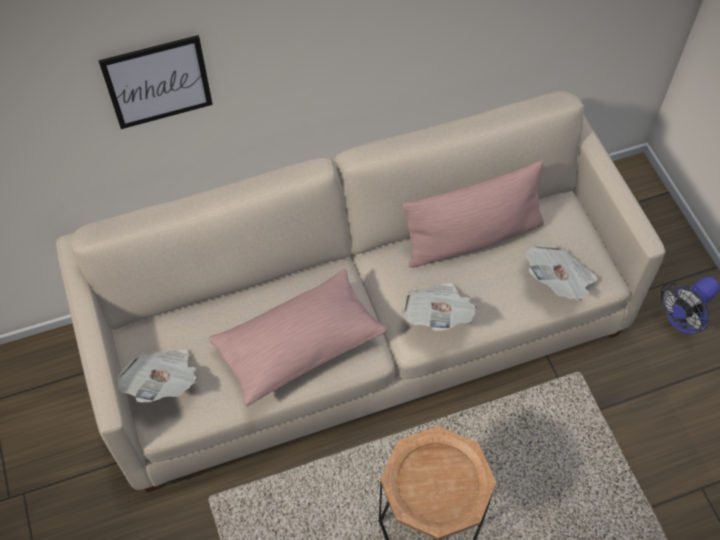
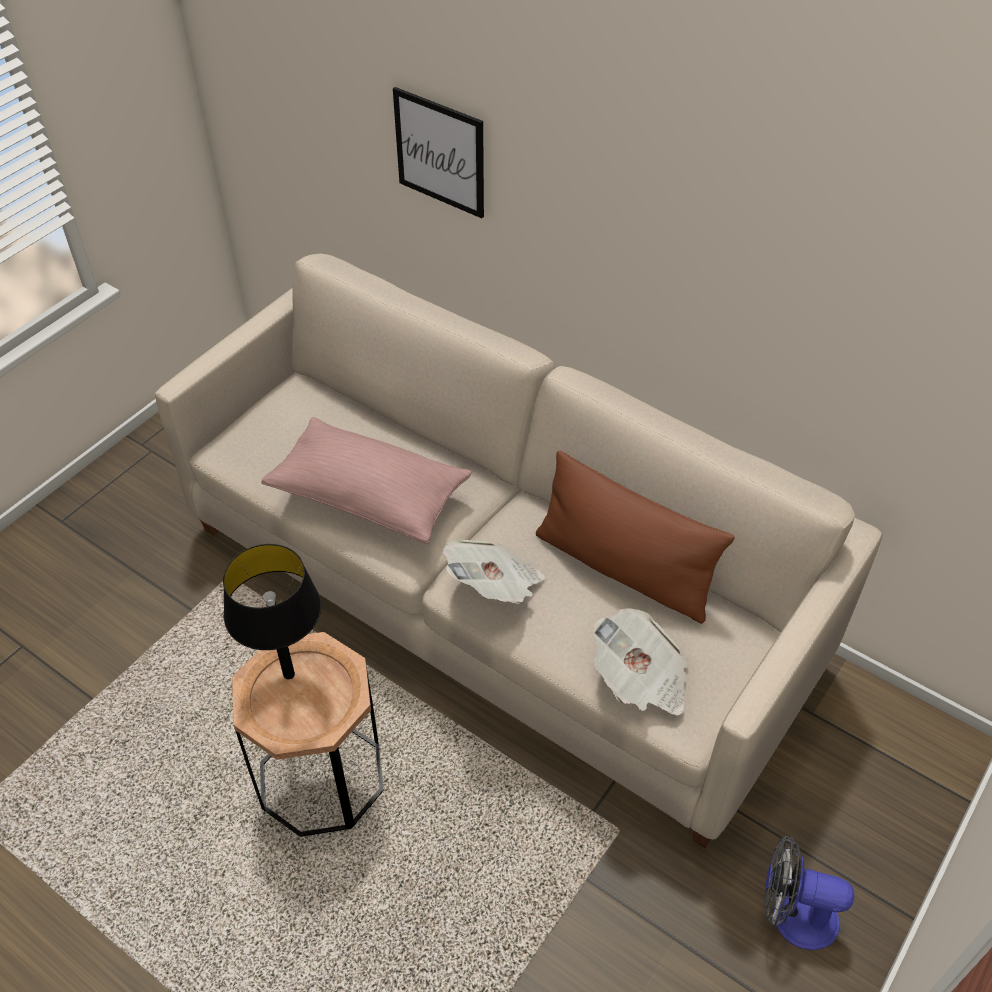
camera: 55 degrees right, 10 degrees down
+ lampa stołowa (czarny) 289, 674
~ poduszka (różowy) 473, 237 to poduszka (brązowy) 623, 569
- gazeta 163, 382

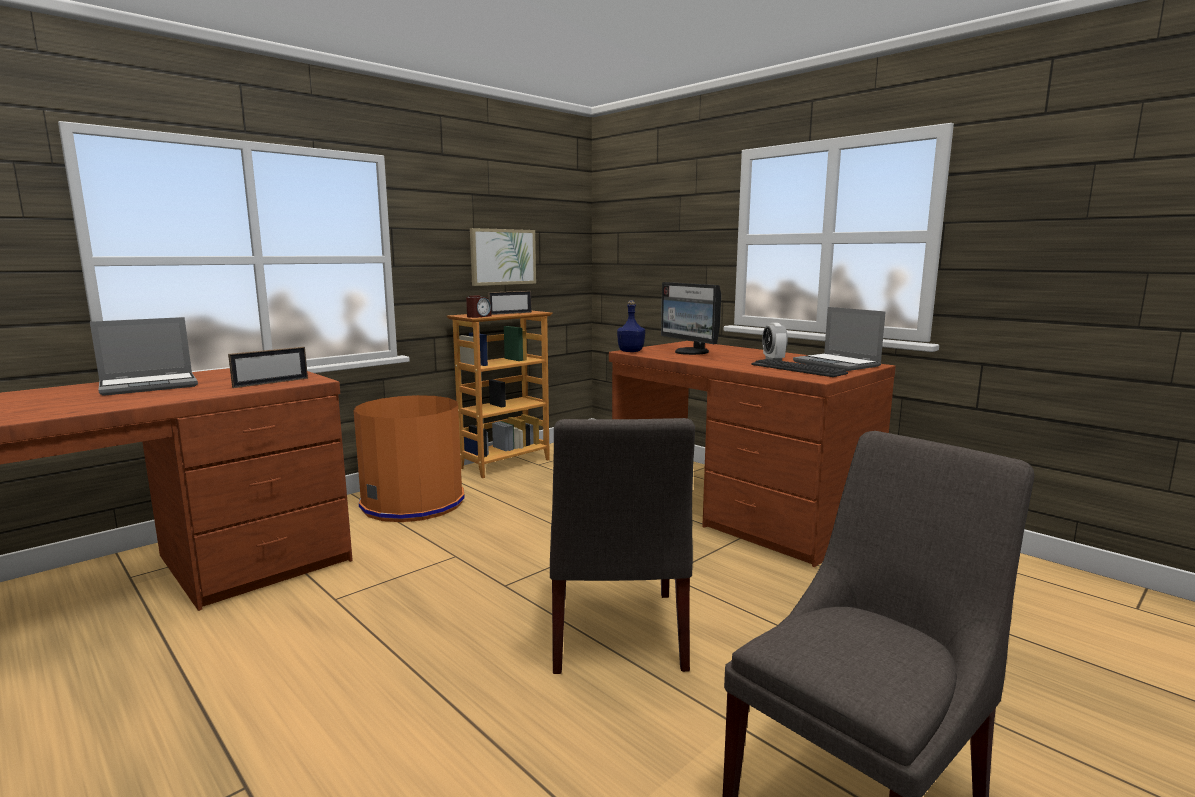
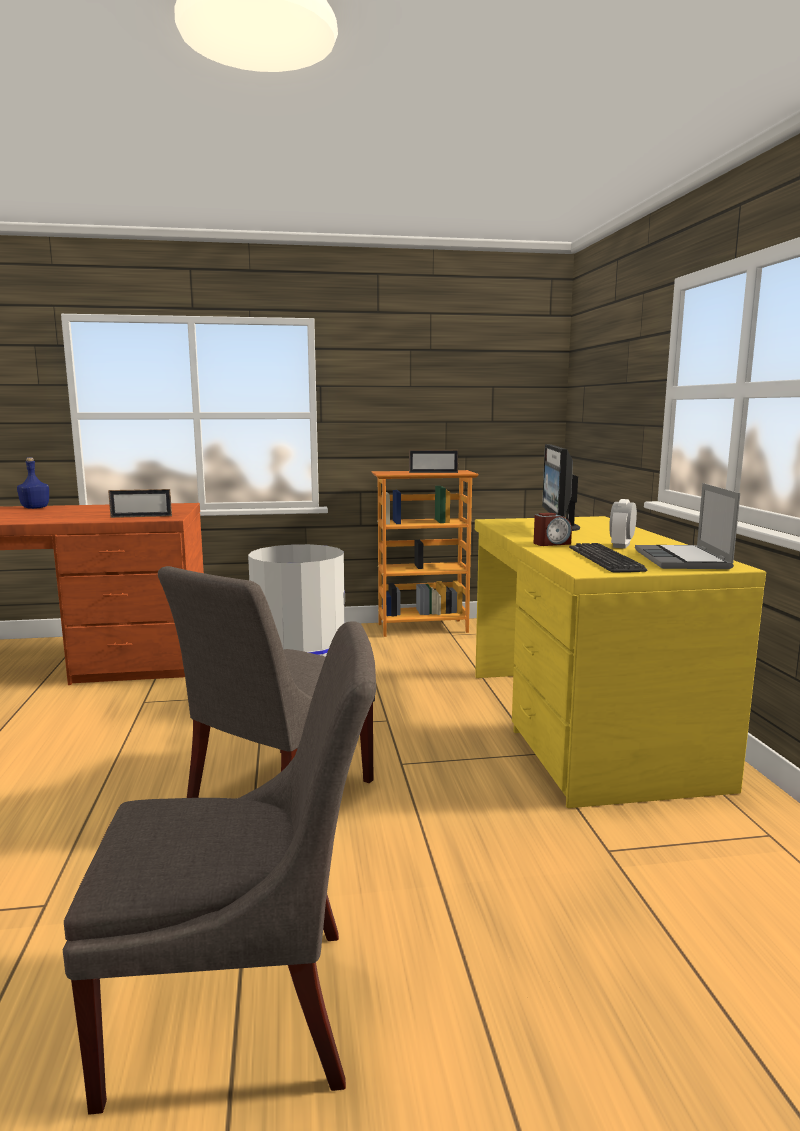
camera: 35 degrees right, 0 degrees up
~ butelka (niebieski) 631, 351 to 35, 508
~ kosz na śmieci (pomarańczowy) 413, 502 to kosz na śmieci (szary) 299, 644
~ biurko (brązowy) 736, 509 to biurko (żółty) 582, 725
~ budzik 478, 316 to 551, 543
- laptop 150, 385
- obraz 503, 257

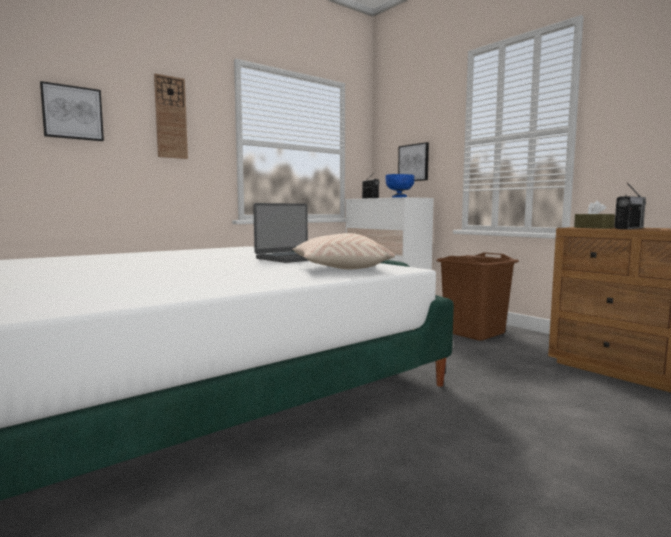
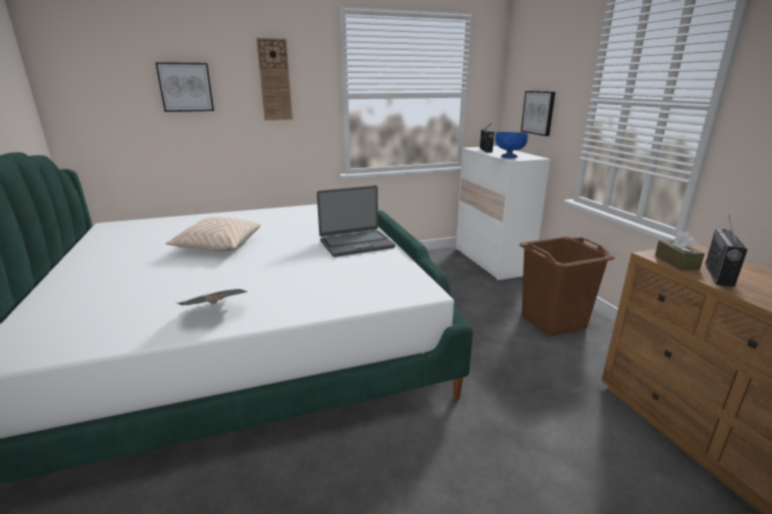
camera: 20 degrees right, 15 degrees up
~ poduszka (beżowy) 339, 269 to 218, 246
+ gazeta 215, 313
~ radio 629, 228 = 718, 275 135 degrees clockwise

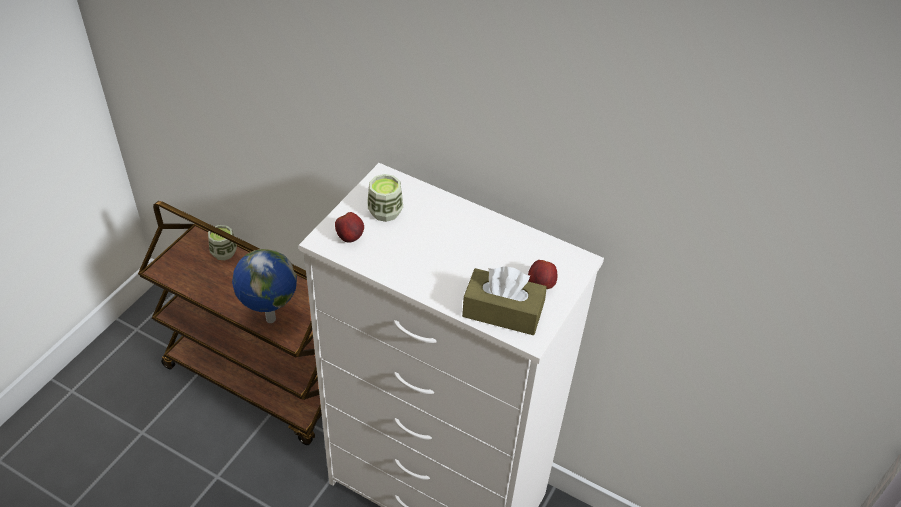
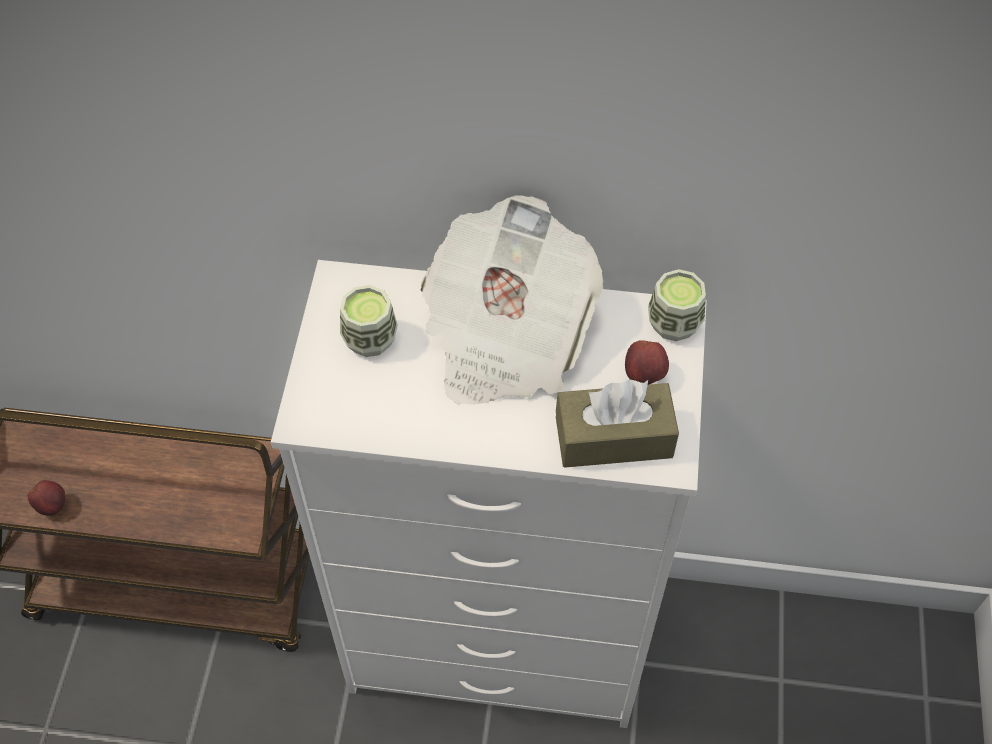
camera: 20 degrees left, 10 degrees up
~ jabłko 350, 237 to 53, 505
+ gazeta 505, 335
~ filiżanka 224, 252 to 674, 323
- globus 269, 319

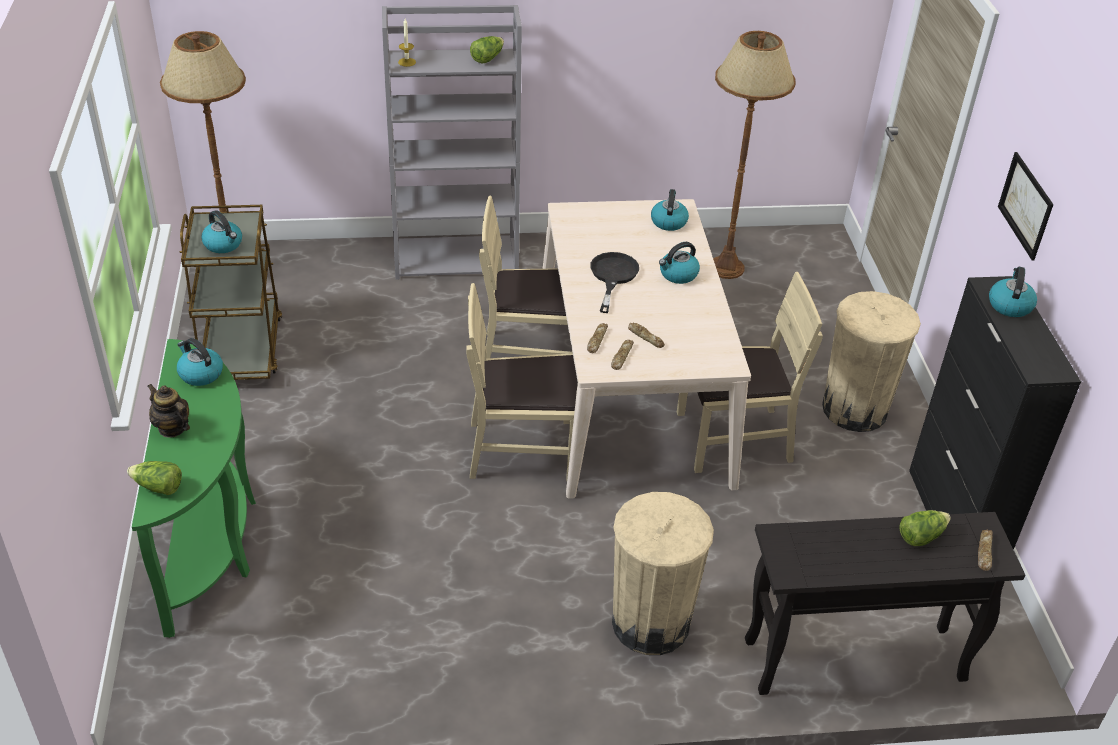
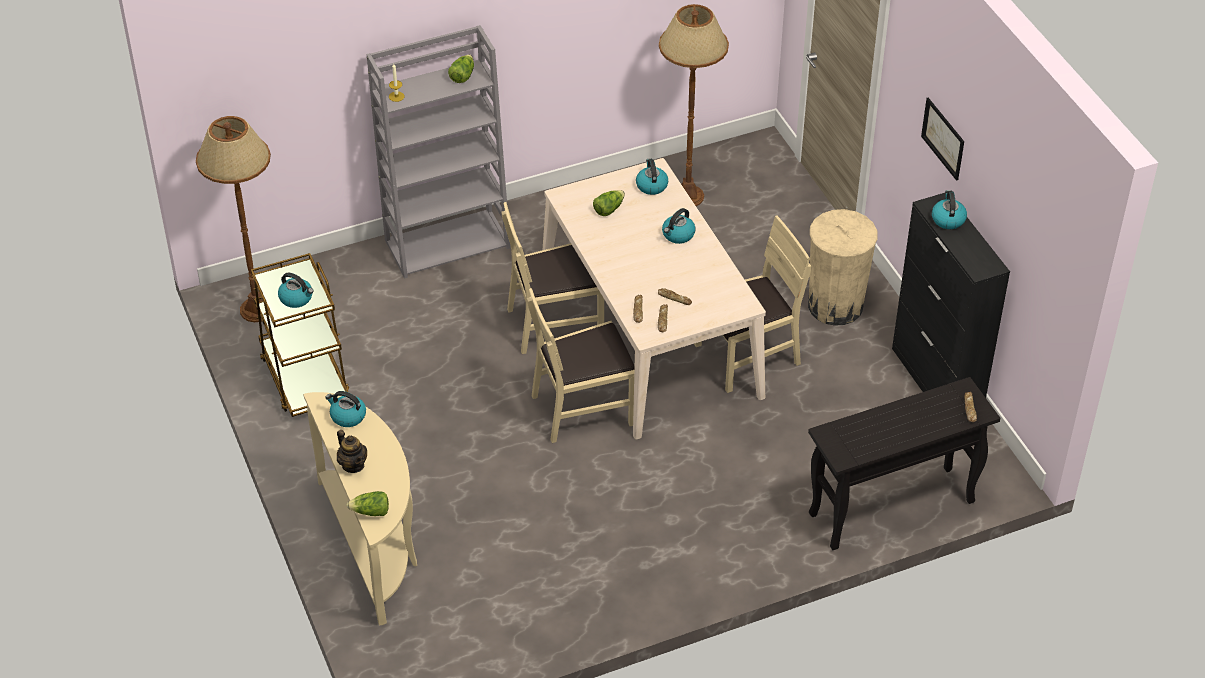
camera: 15 degrees left, 5 degrees up
~ stolik konsolowy (zielony) 212, 540 to stolik konsolowy (beżowy) 373, 544
~ imbryk 172, 428 = 353, 465 150 degrees counterclockwise
~ sałata 921, 536 to 608, 209
- patelnia (czarny) 612, 276
- kosz na śmieci (beżowy) 650, 623

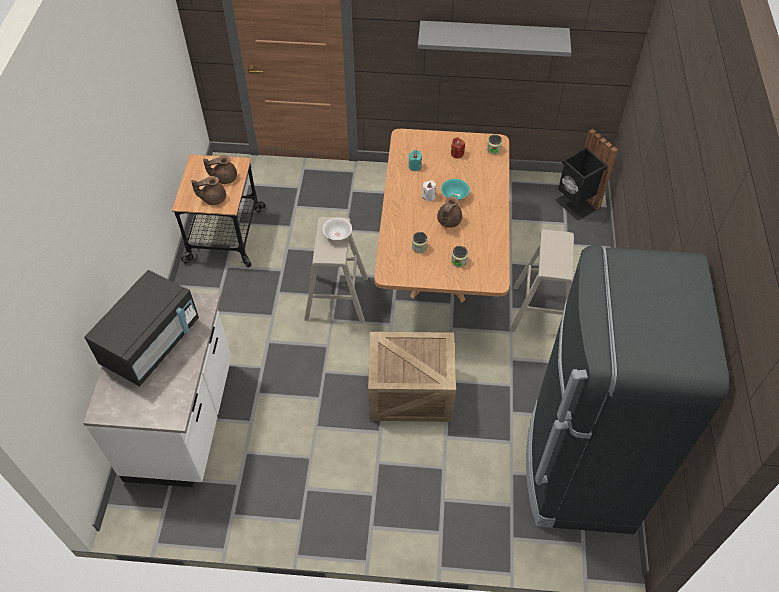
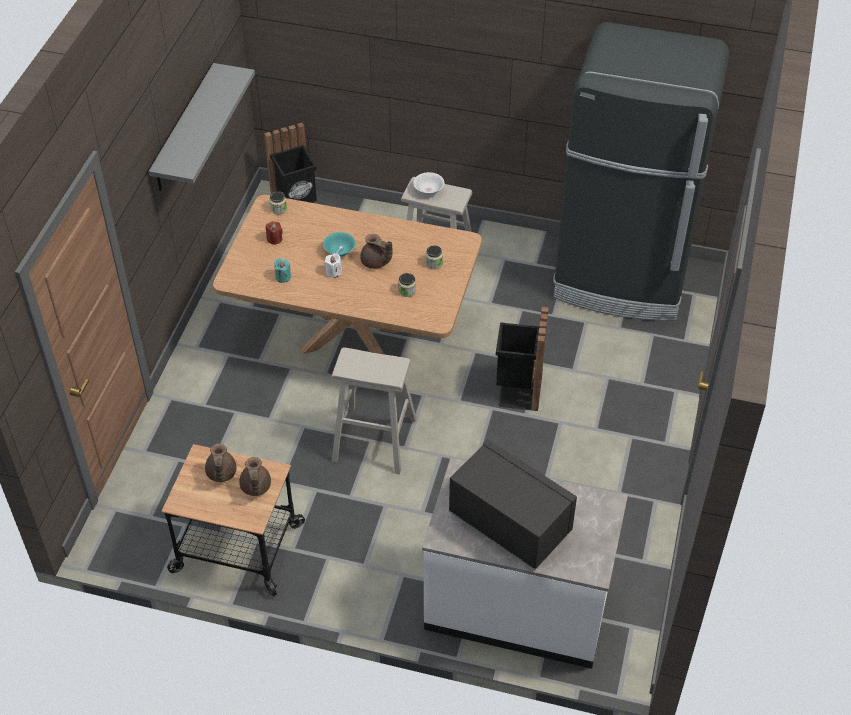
camera: 80 degrees left, 5 degrees down
~ miska (biały) 337, 235 to 428, 191
~ skrzynka 409, 393 to kosz na śmieci (czarny) 517, 391

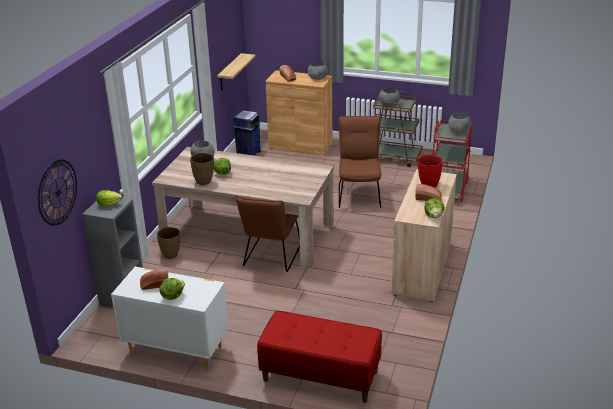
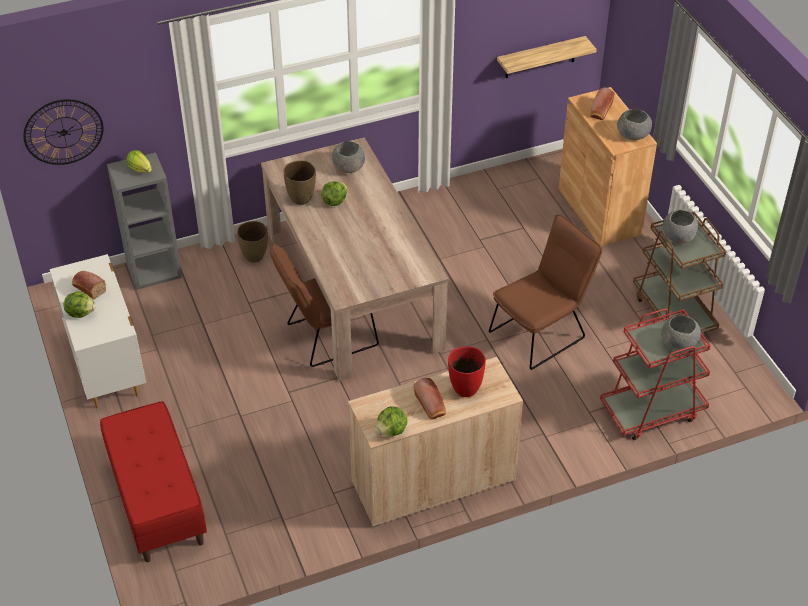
camera: 50 degrees right, 15 degrees up
- kosz na śmieci (niebieski) 248, 154

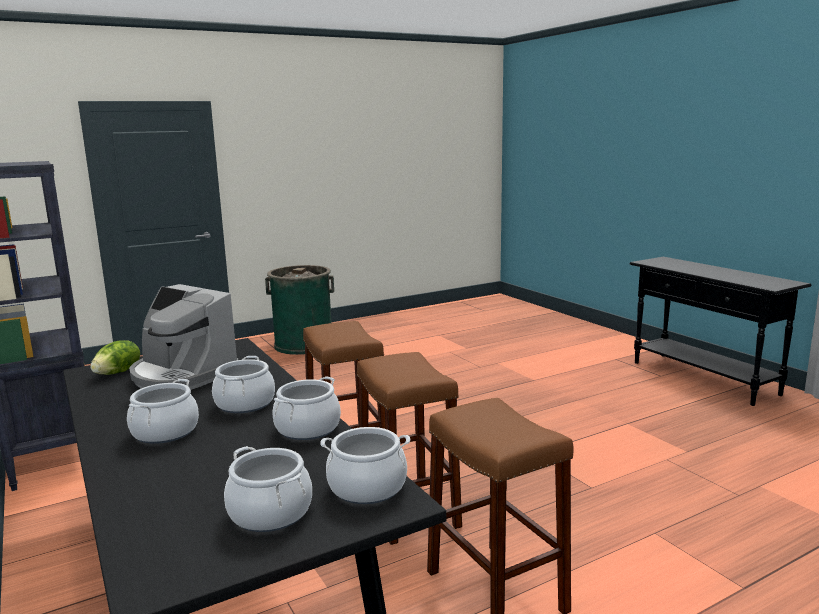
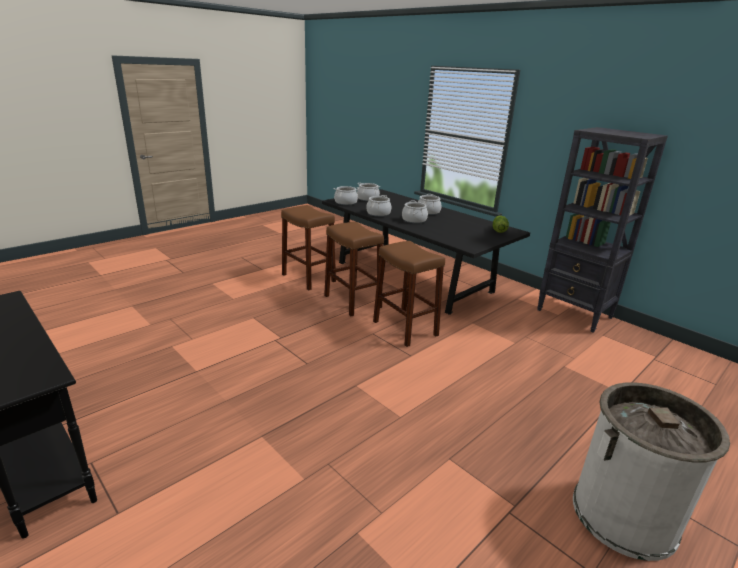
camera: 165 degrees right, 10 degrees up
~ kosz na śmieci (zielony) 303, 344 to kosz na śmieci (biały) 624, 514
- ekspres do kawy 182, 375

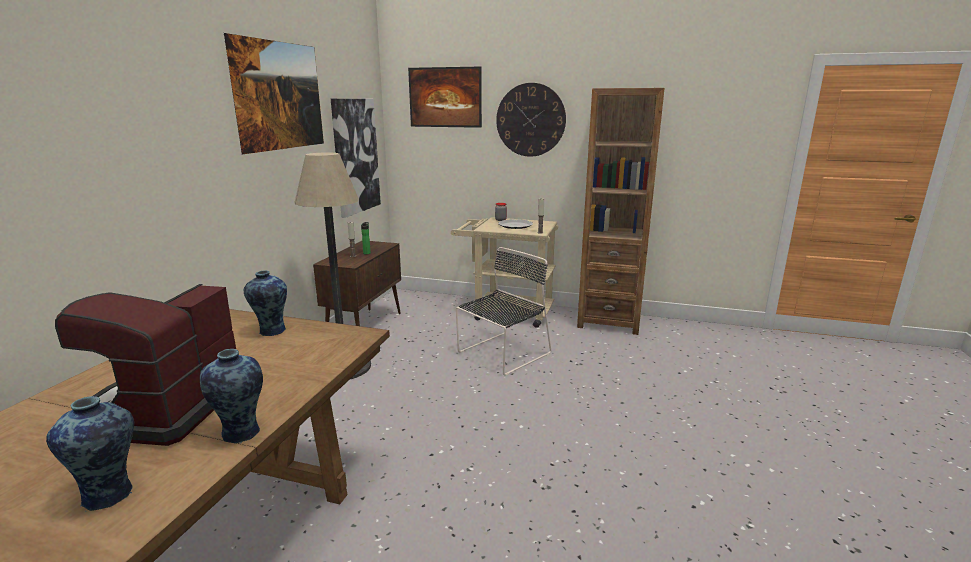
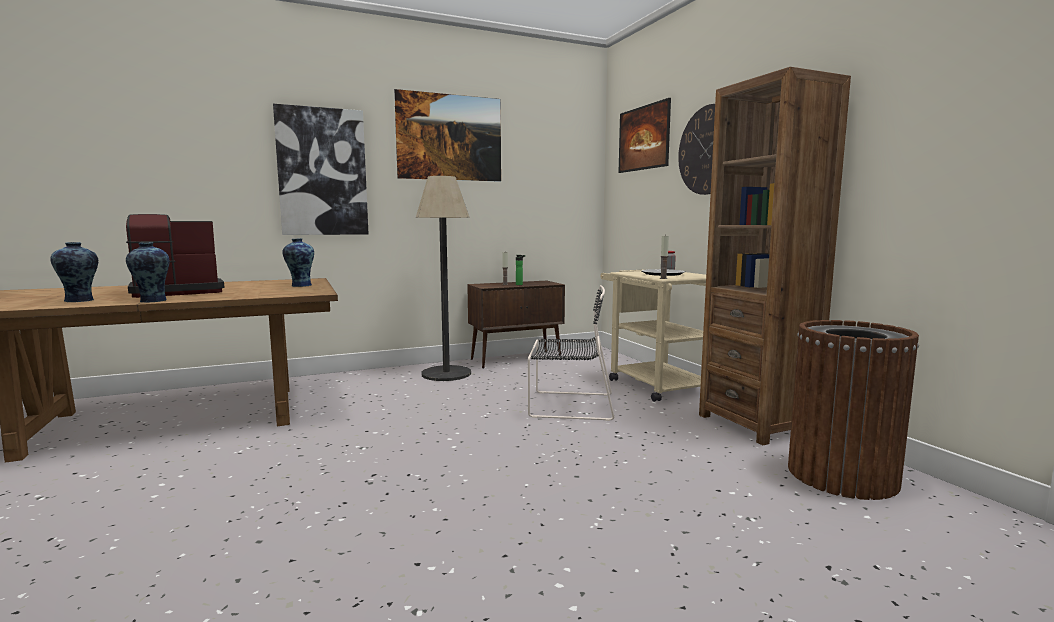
camera: 50 degrees right, 10 degrees down
~ obraz 355, 156 to 322, 172
+ kosz na śmieci (brązowy) 842, 475

